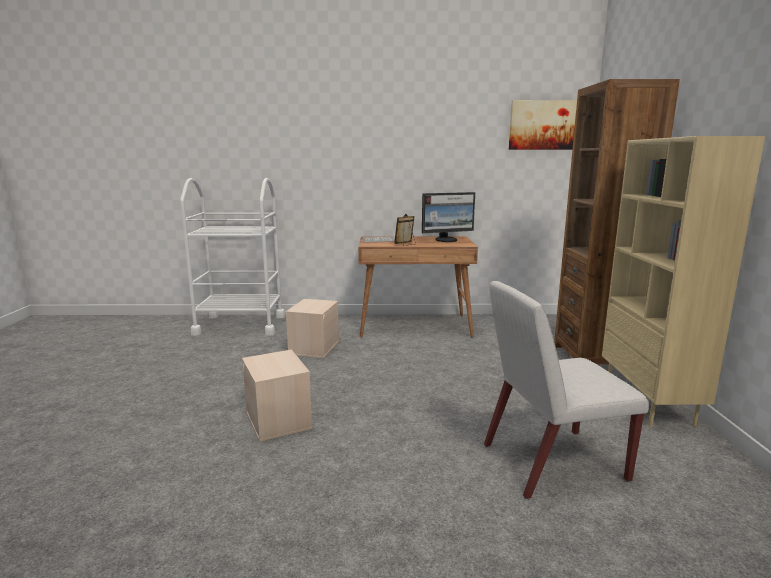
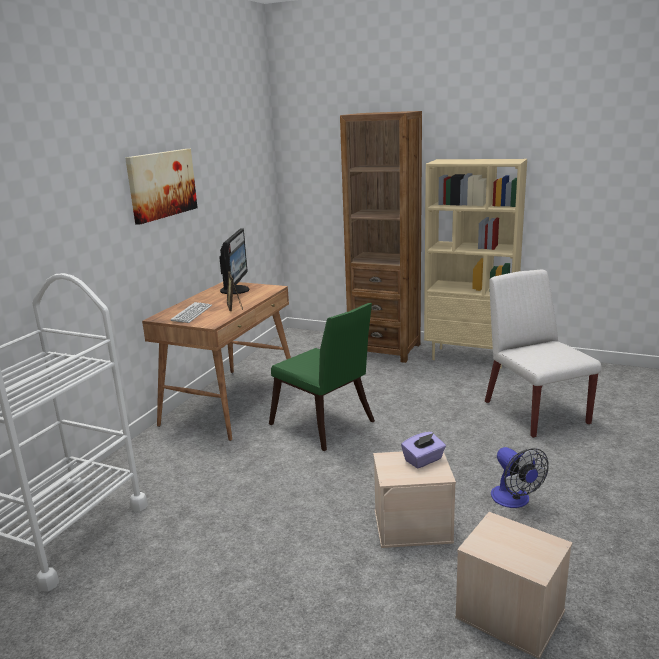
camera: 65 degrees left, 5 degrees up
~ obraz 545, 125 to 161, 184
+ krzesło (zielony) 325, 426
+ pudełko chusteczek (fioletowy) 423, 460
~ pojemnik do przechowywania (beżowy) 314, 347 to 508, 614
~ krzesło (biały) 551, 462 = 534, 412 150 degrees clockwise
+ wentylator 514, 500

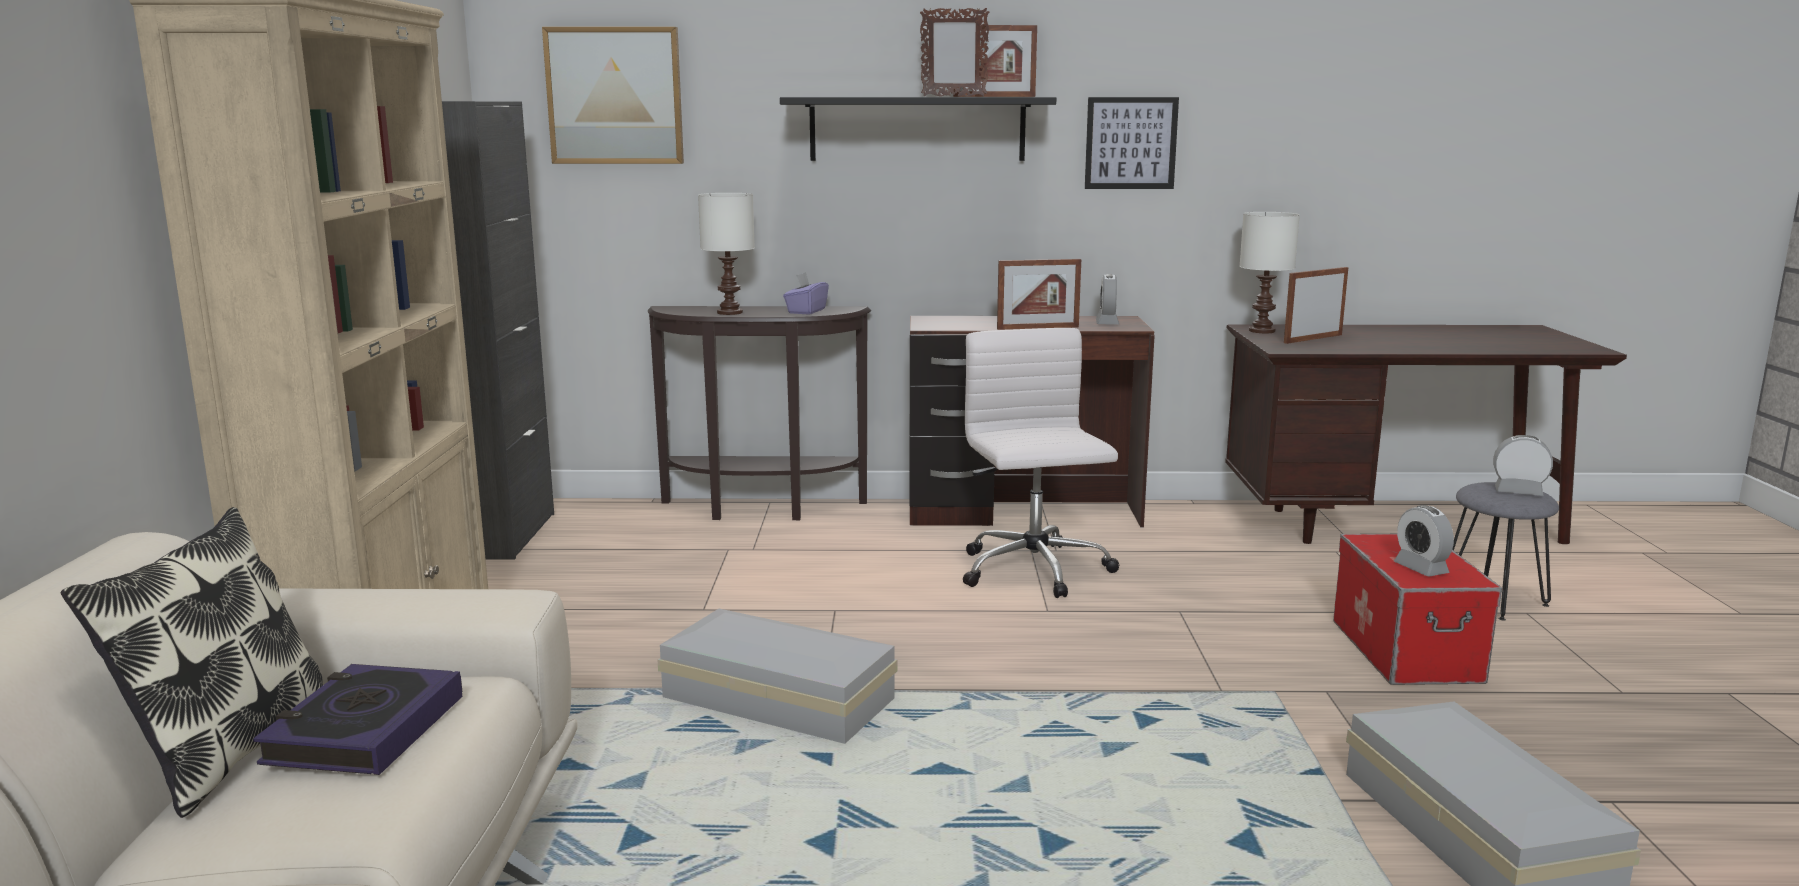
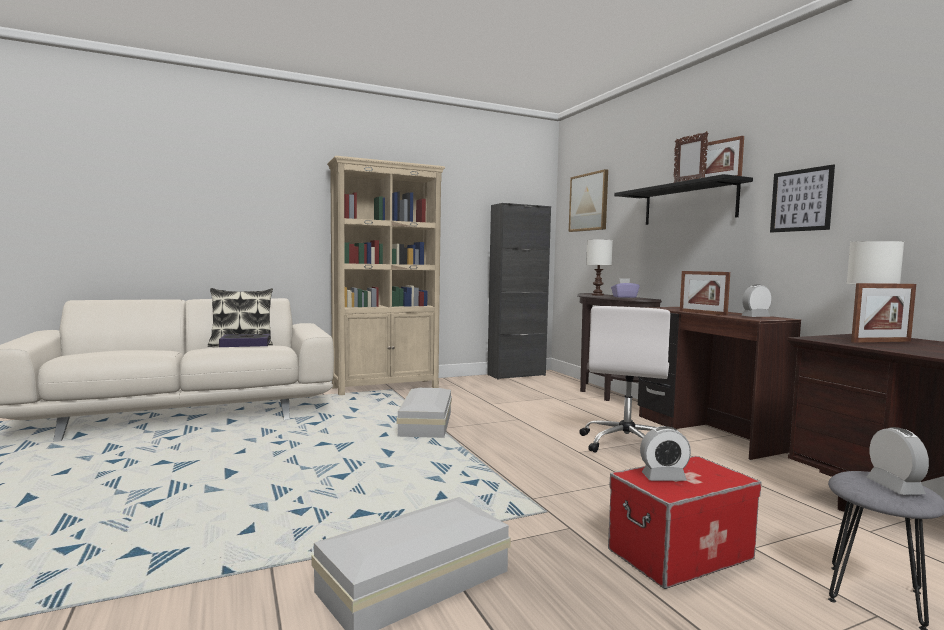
camera: 65 degrees right, 10 degrees down
~ krzesło biurowe (biały) 1034, 571 = 626, 444 150 degrees clockwise
~ budzik 1421, 568 = 663, 477 135 degrees counterclockwise
~ ramka na zdjęcie 1313, 339 = 881, 341 135 degrees clockwise

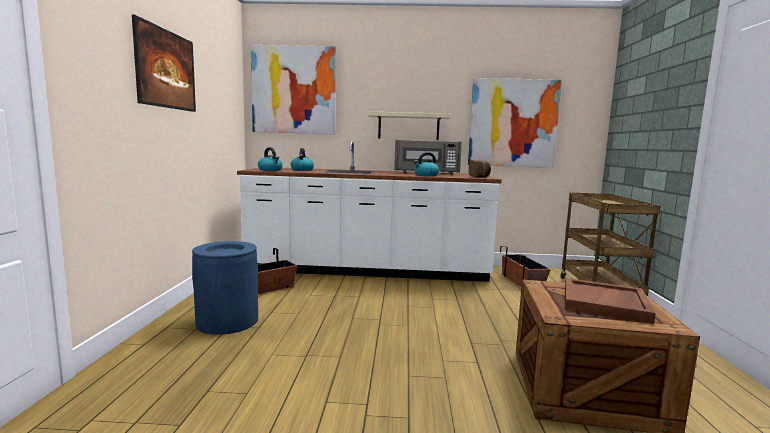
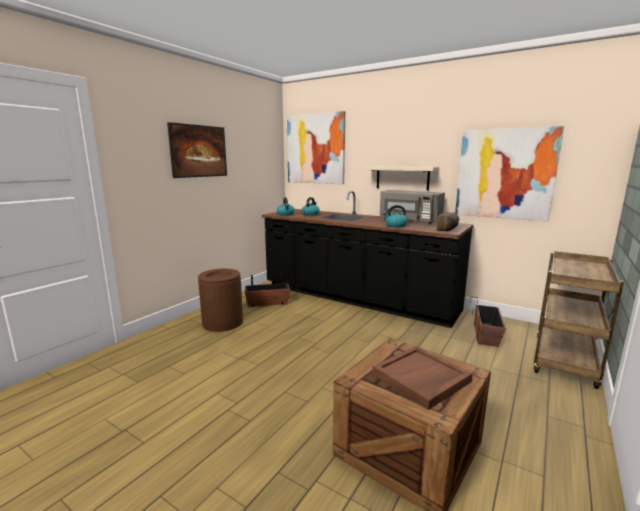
camera: 30 degrees right, 5 degrees up
~ kosz na śmieci (niebieski) 227, 321 to kosz na śmieci (brązowy) 222, 322
~ zabudowa kuchenna (biały) 368, 270 to zabudowa kuchenna (czarny) 356, 298

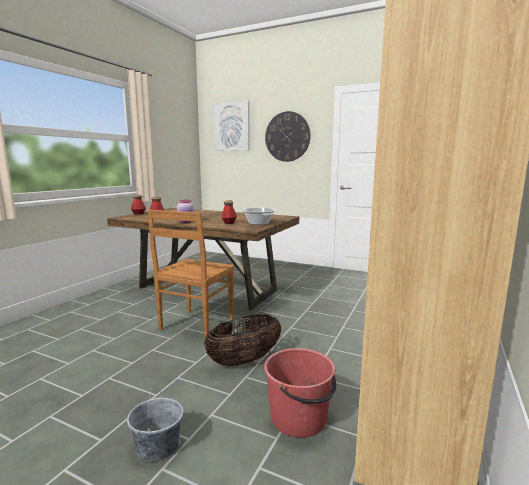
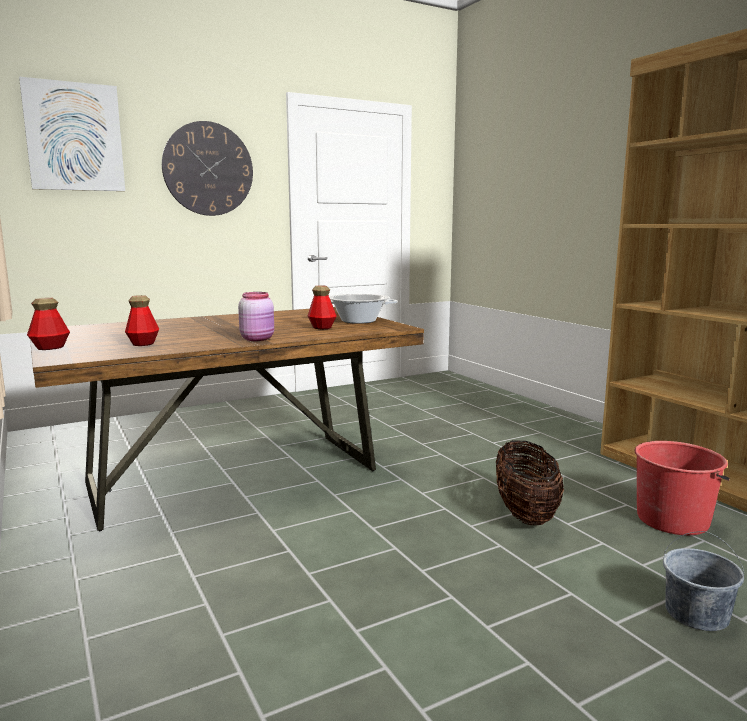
camera: 55 degrees left, 0 degrees up
- krzesło (brązowy) 195, 325

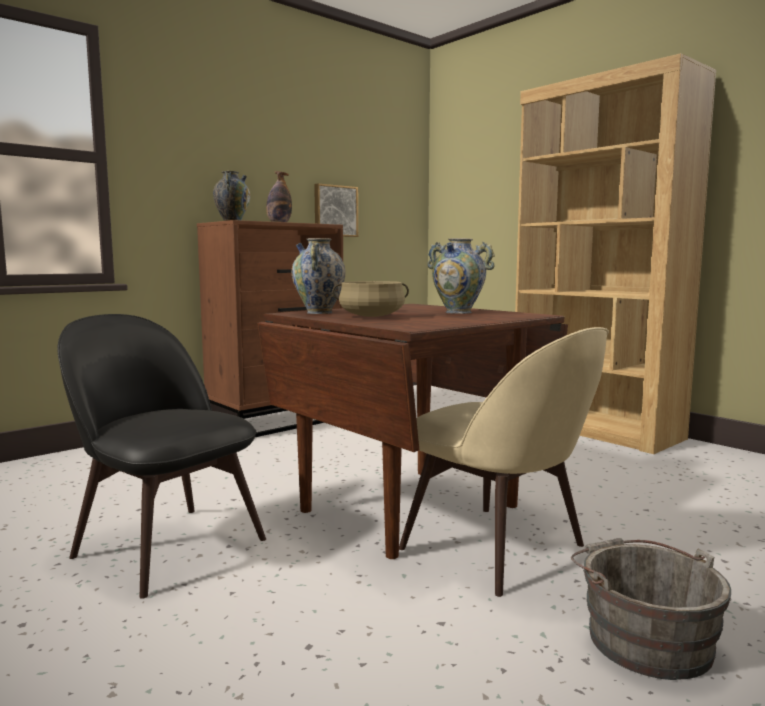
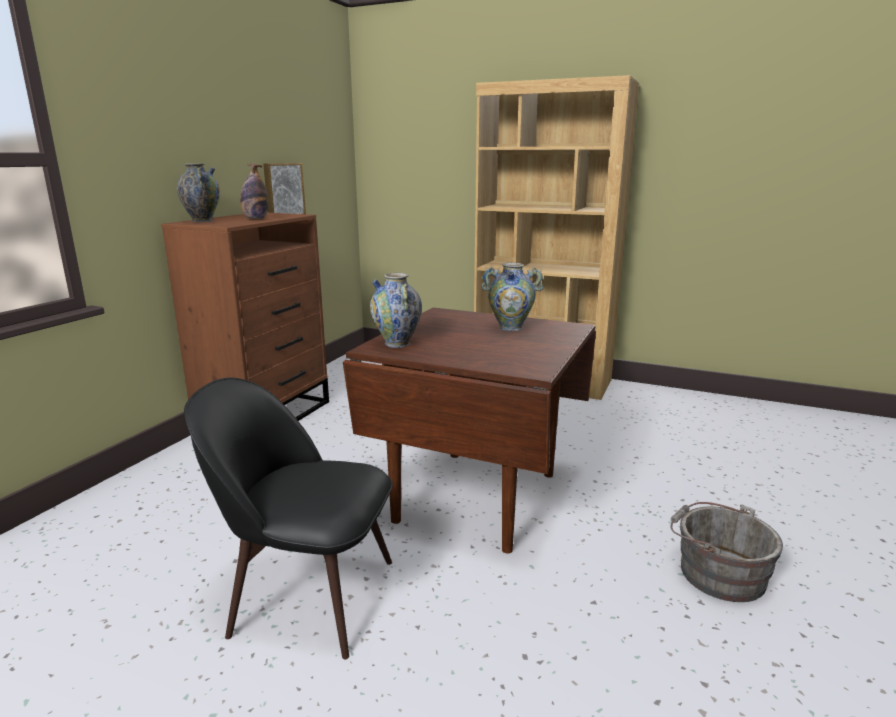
camera: 25 degrees left, 10 degrees up
- garnek (beżowy) 372, 316
- krzesło (beżowy) 498, 550

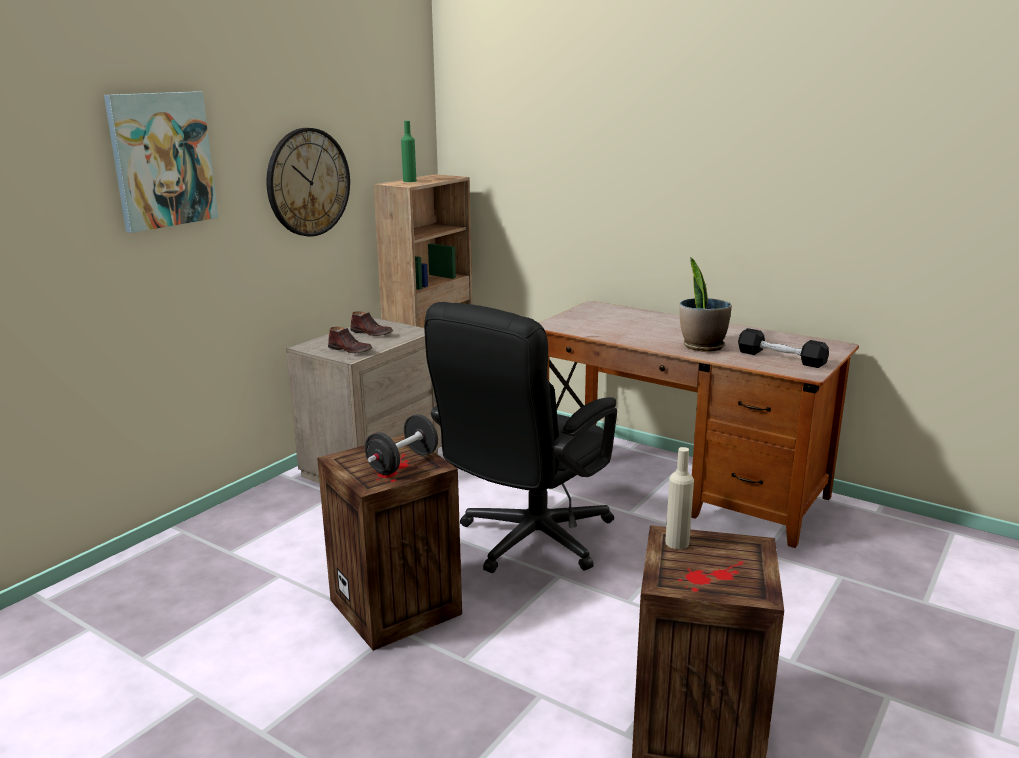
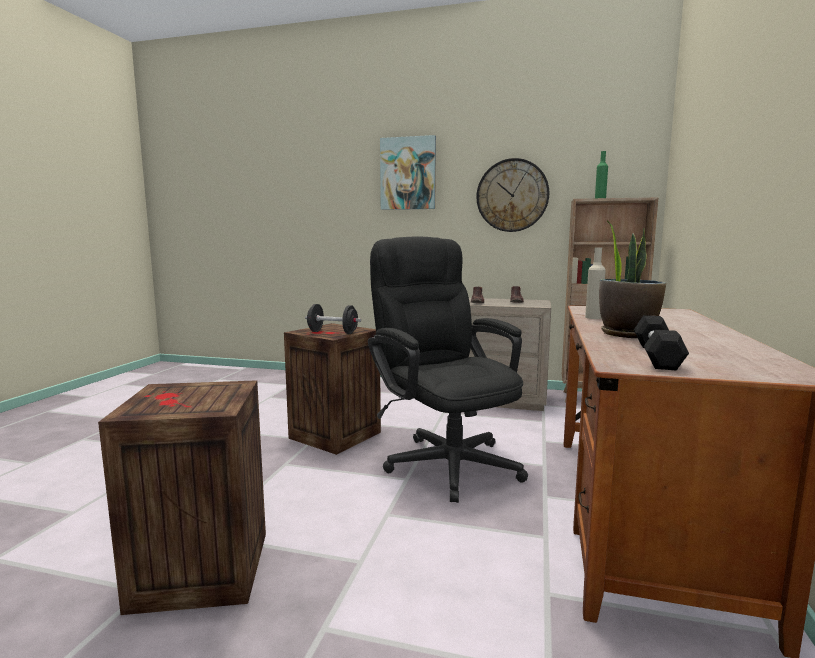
camera: 70 degrees right, 10 degrees down
~ krzesło biurowe (czarny) 526, 543 = 445, 460 45 degrees clockwise
~ butelka (beżowy) 677, 542 to 593, 317

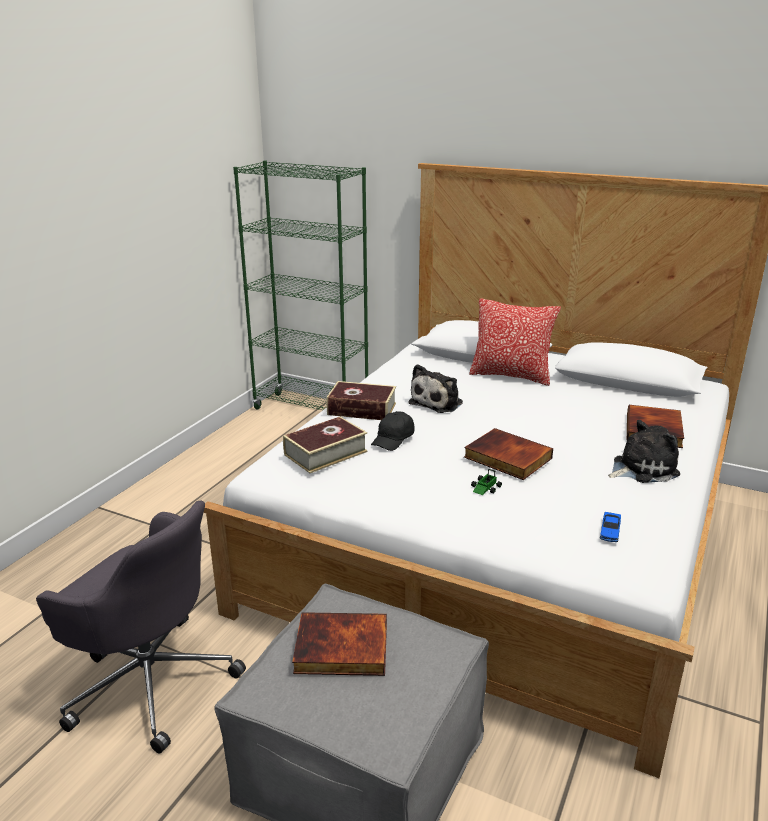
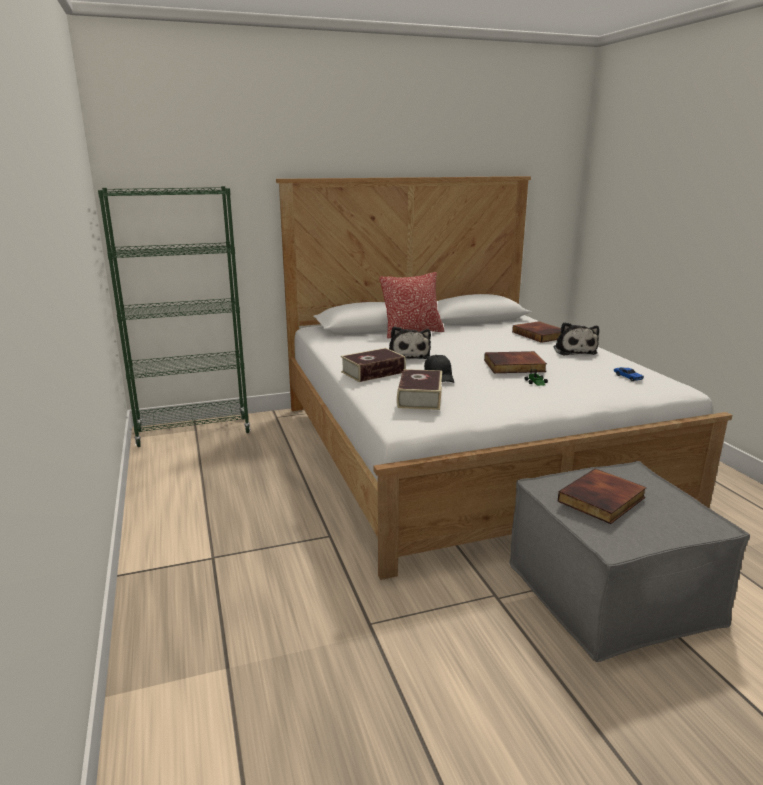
camera: 45 degrees left, 5 degrees down
~ pluszak 641, 468 = 574, 351 150 degrees clockwise
- krzesło biurowe (szary) 150, 680

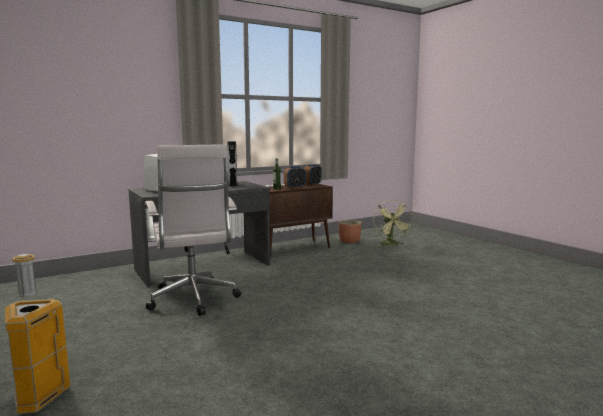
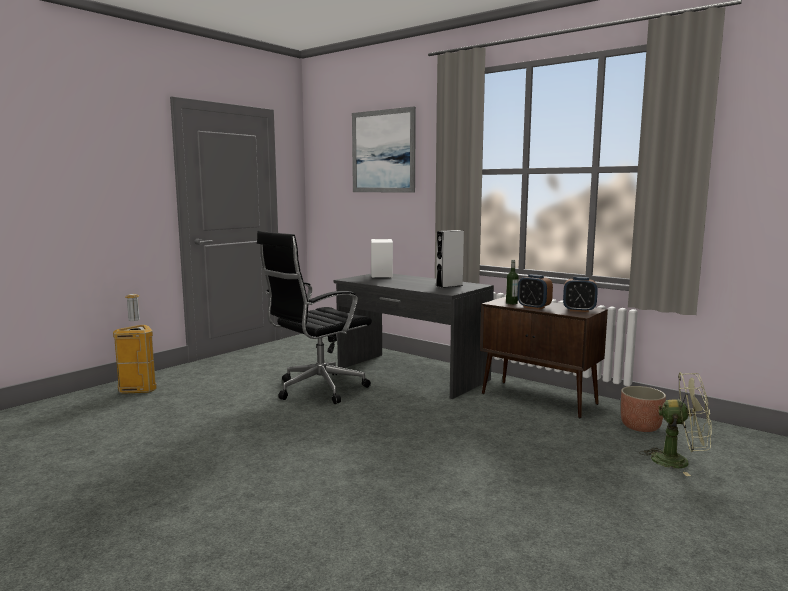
camera: 70 degrees right, 0 degrees up
~ krzesło biurowe (biały) 193, 300 to krzesło biurowe (czarny) 316, 390
+ obraz 383, 151
~ wentylator (zielony) 391, 245 = 678, 461 135 degrees counterclockwise

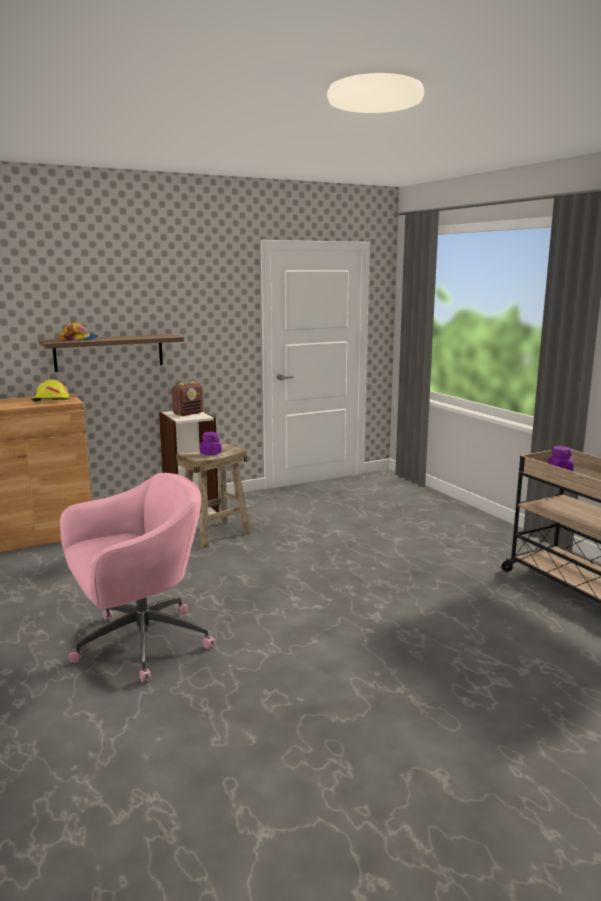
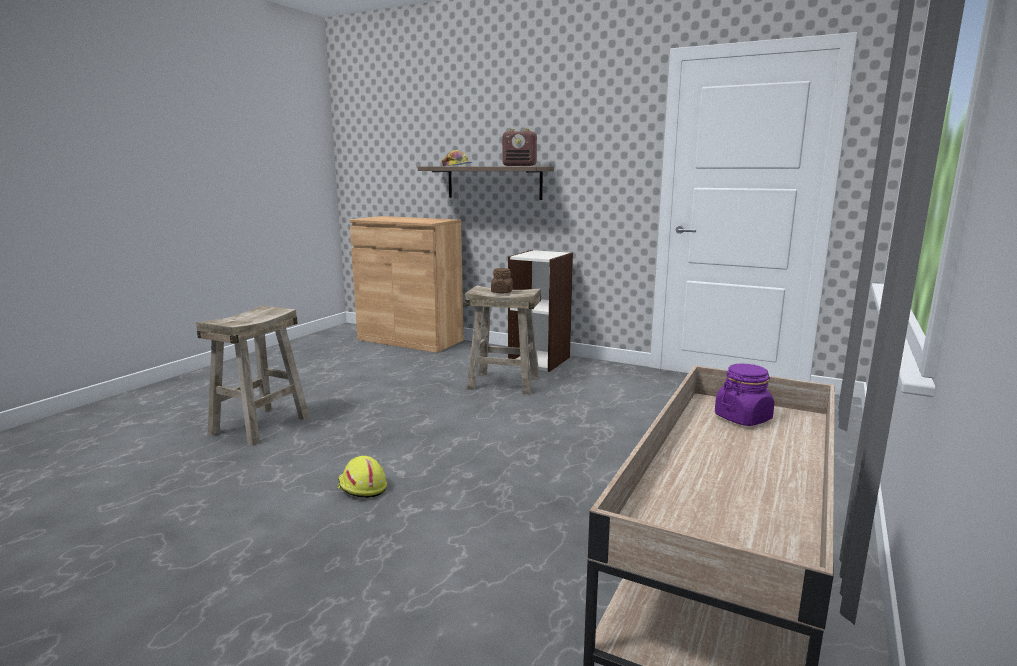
camera: 55 degrees right, 0 degrees up
~ krzesło biurowe (różowy) 139, 643 to stołek (beżowy) 260, 425
~ kask (żółty) 50, 401 to 361, 487
~ słoik (fioletowy) 210, 453 to słoik (brązowy) 502, 292
~ radio 188, 413 to 519, 166

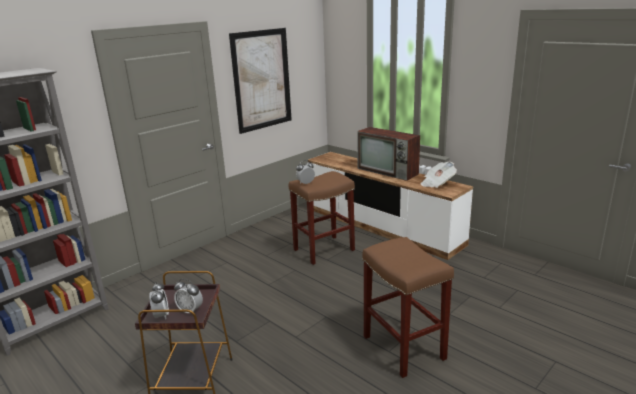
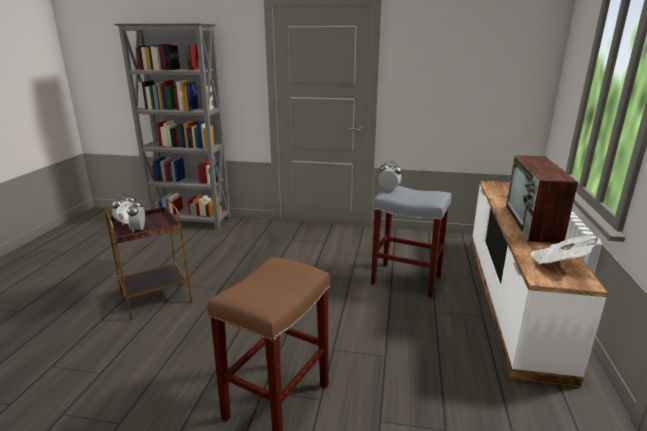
camera: 55 degrees right, 0 degrees up
~ stołek (brązowy) 323, 250 to stołek (szary) 405, 279
- obraz 262, 80

